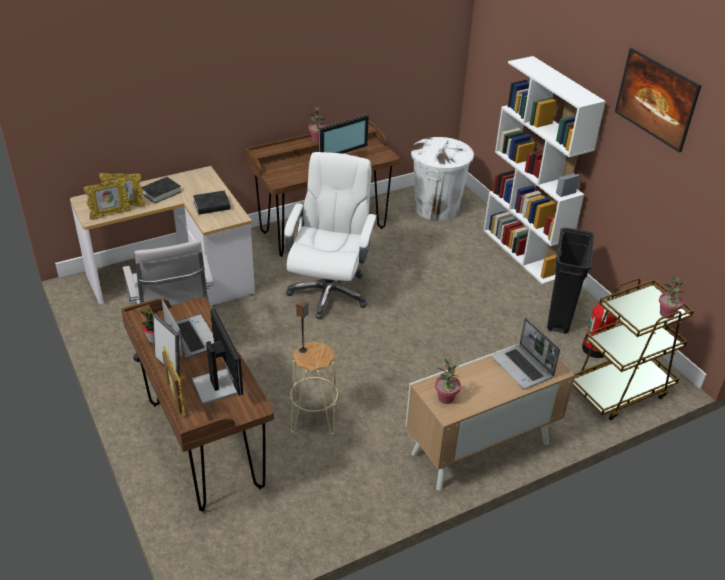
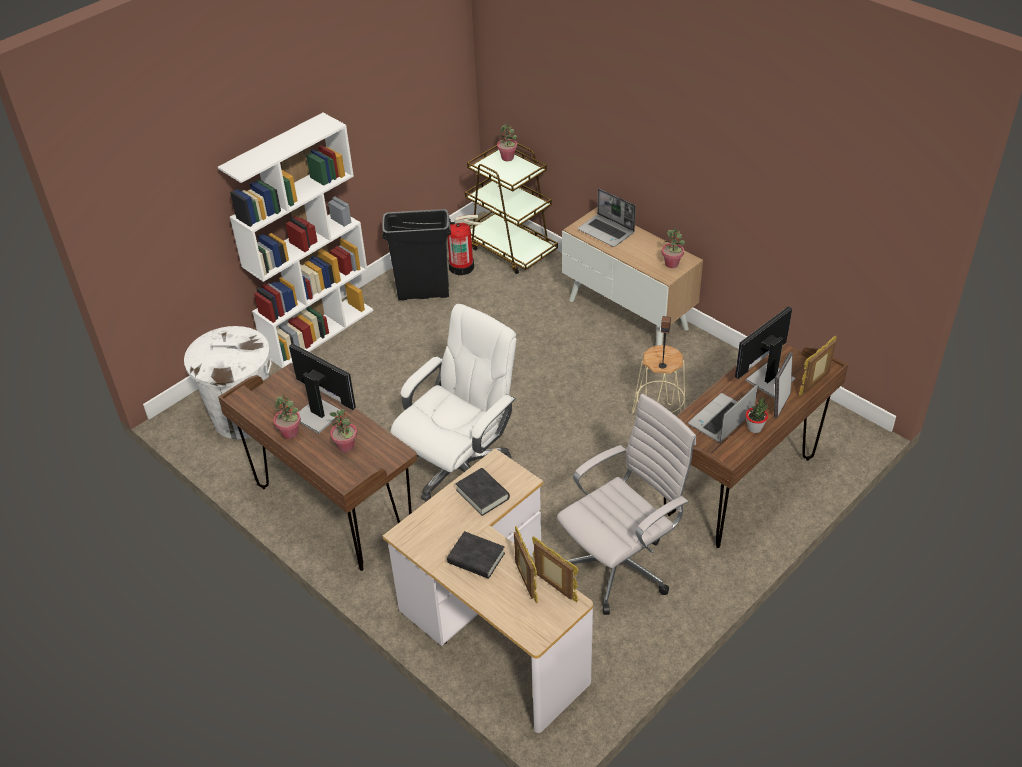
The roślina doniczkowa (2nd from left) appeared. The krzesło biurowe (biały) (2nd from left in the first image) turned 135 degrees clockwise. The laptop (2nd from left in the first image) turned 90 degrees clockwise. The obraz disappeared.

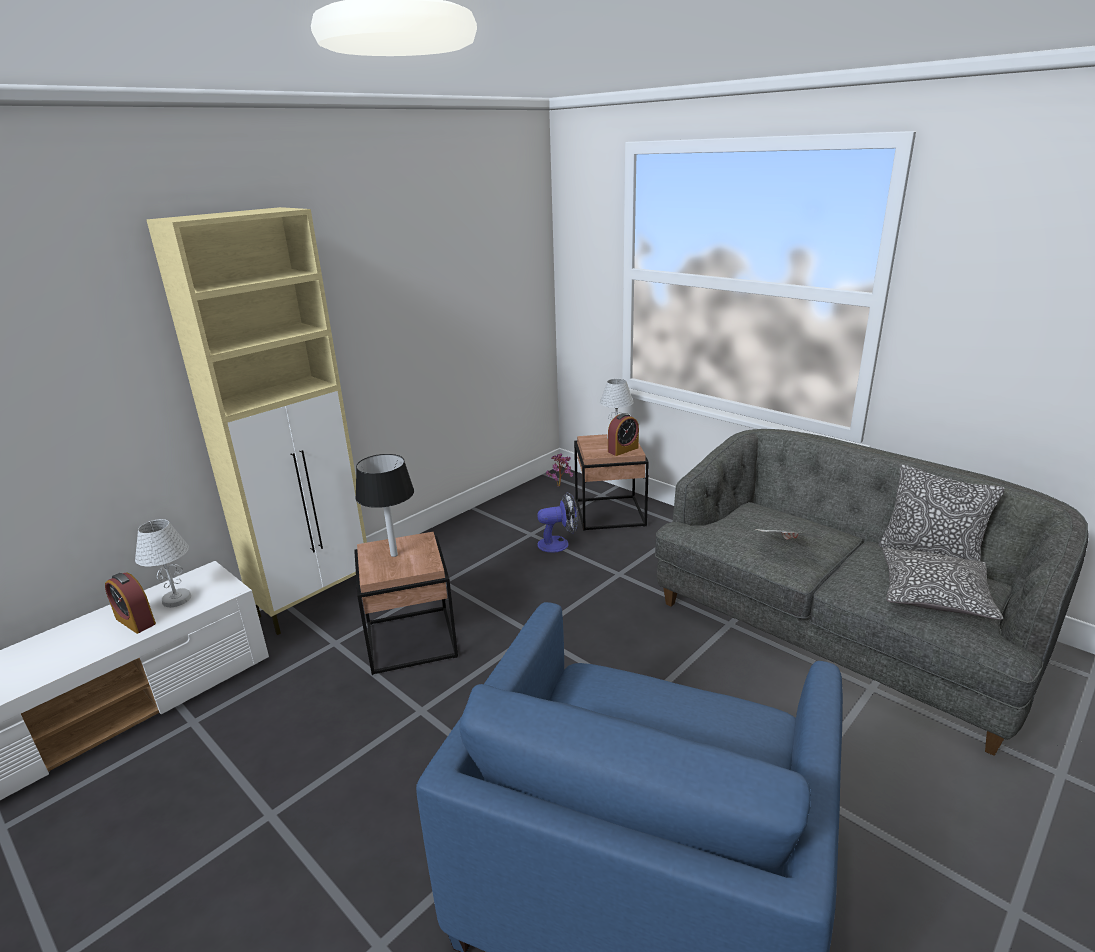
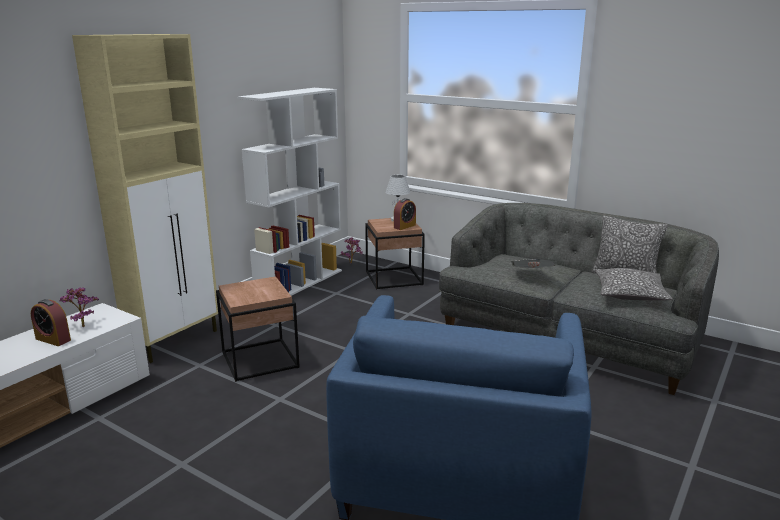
The lampa stołowa (biały) (1st from left) was replaced by the roślina doniczkowa (1st from left). The regał (biały) appeared. The lampa stołowa (czarny) disappeared. The wentylator disappeared.

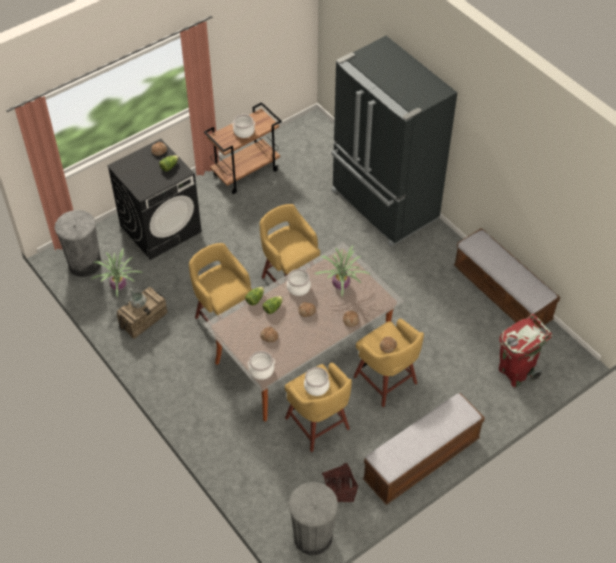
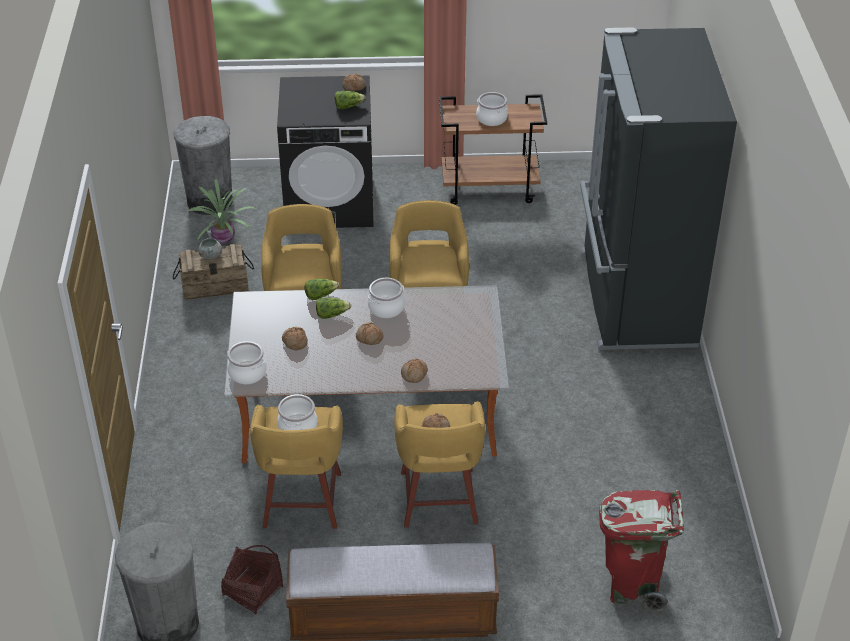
The roślina doniczkowa (2nd from left) disappeared. The ławka (2nd from left) disappeared.

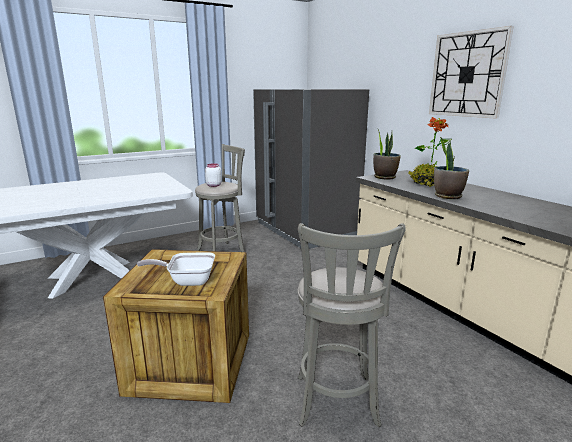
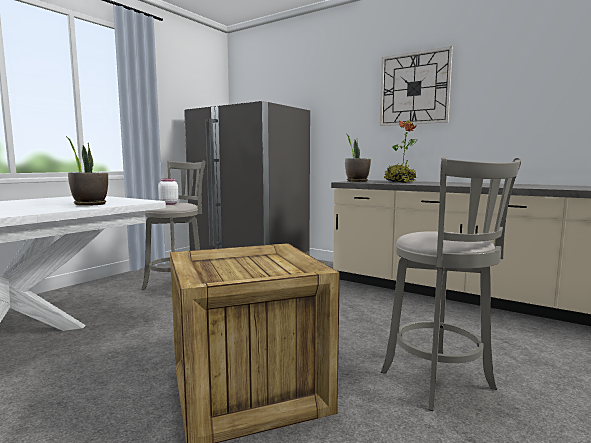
The roślina doniczkowa (3rd from left in the first image) moved. The patelnia disappeared.

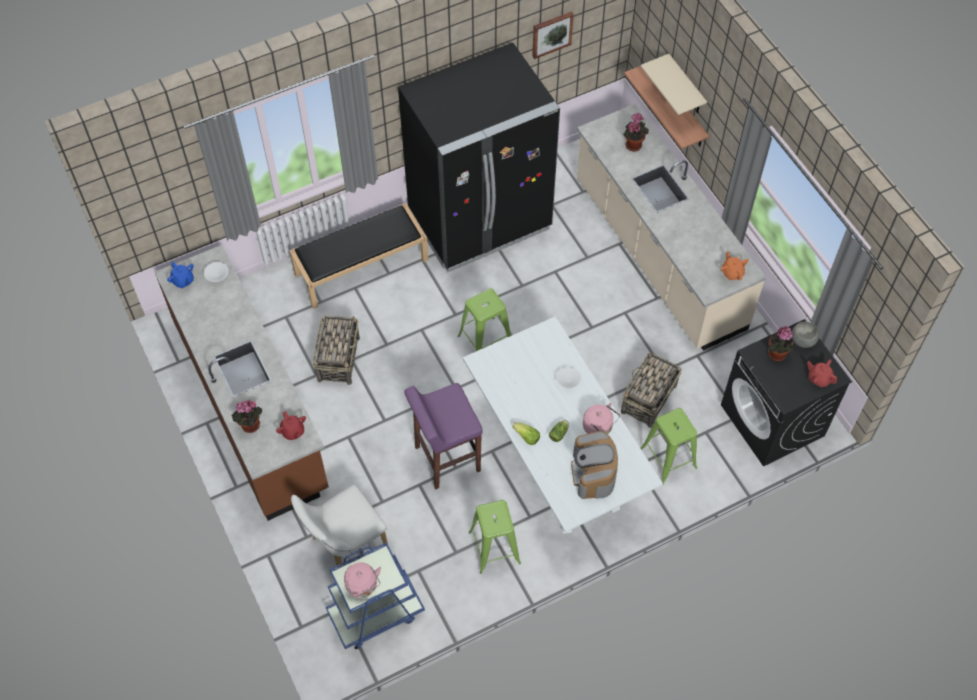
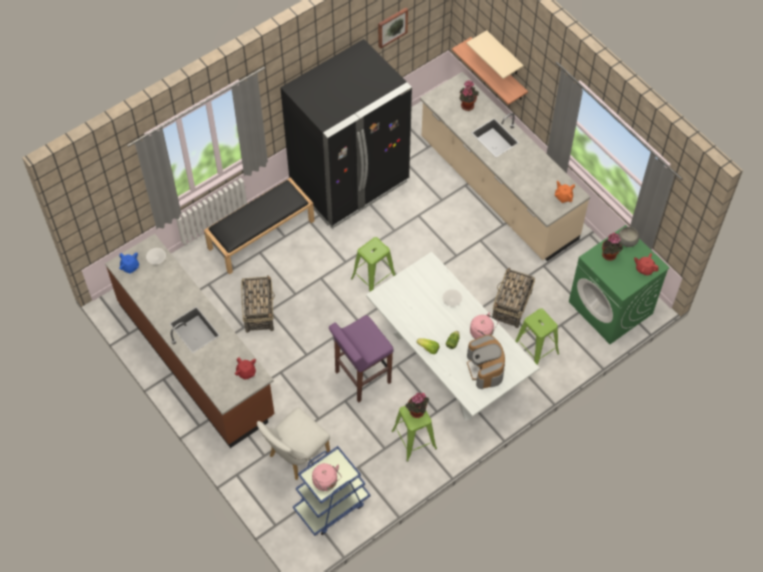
The roślina doniczkowa (1st from left) moved. The pralka (czarny) became the pralka (zielony).

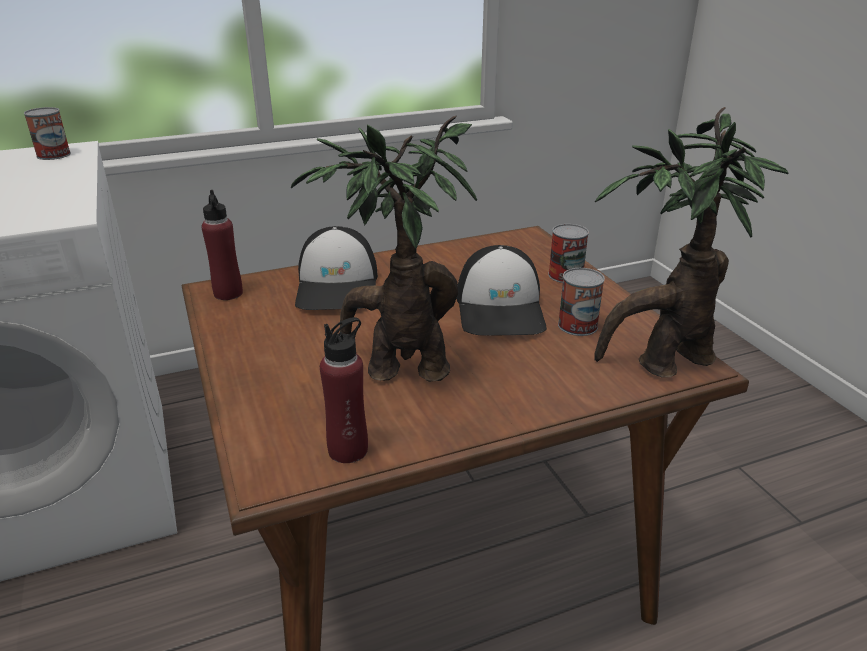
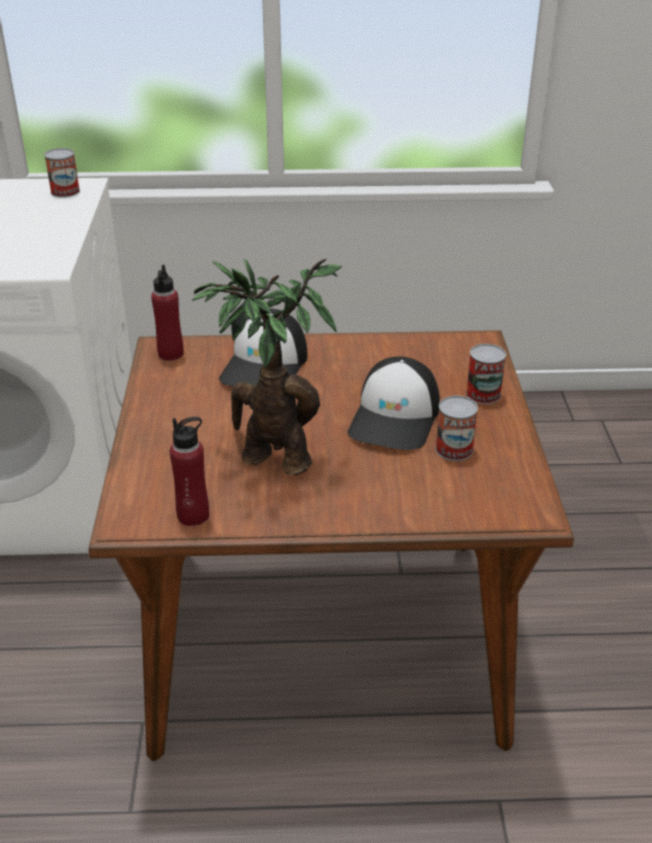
The roślina doniczkowa (2nd from left) disappeared.

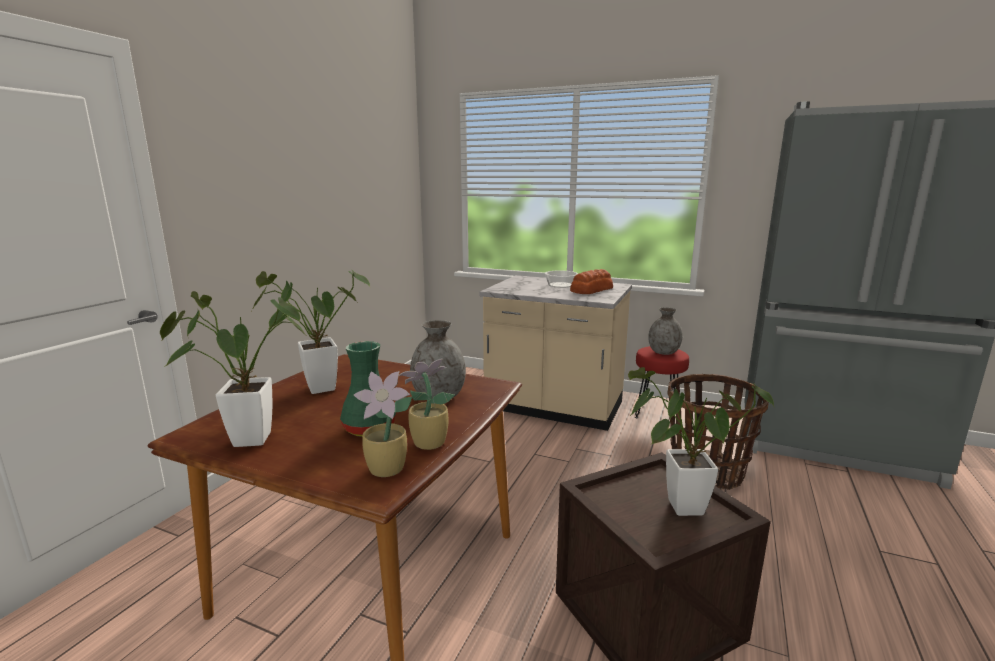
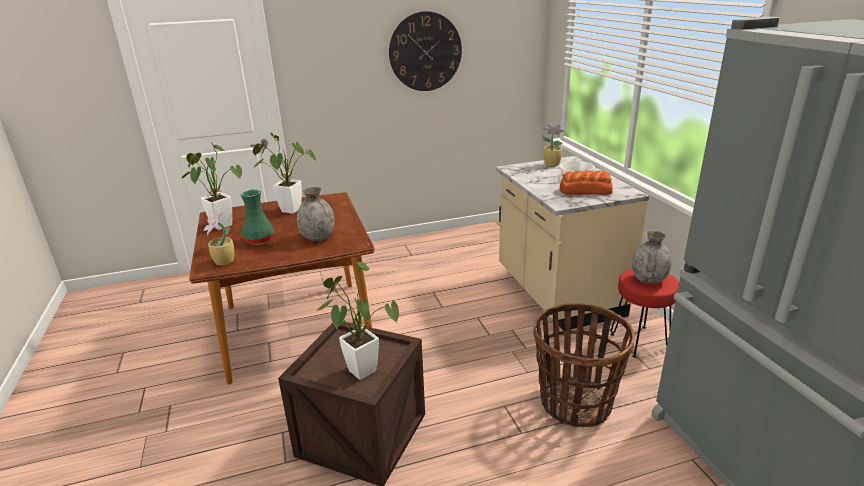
The zegar ścienny appeared. The roślina doniczkowa (4th from left in the first image) moved.

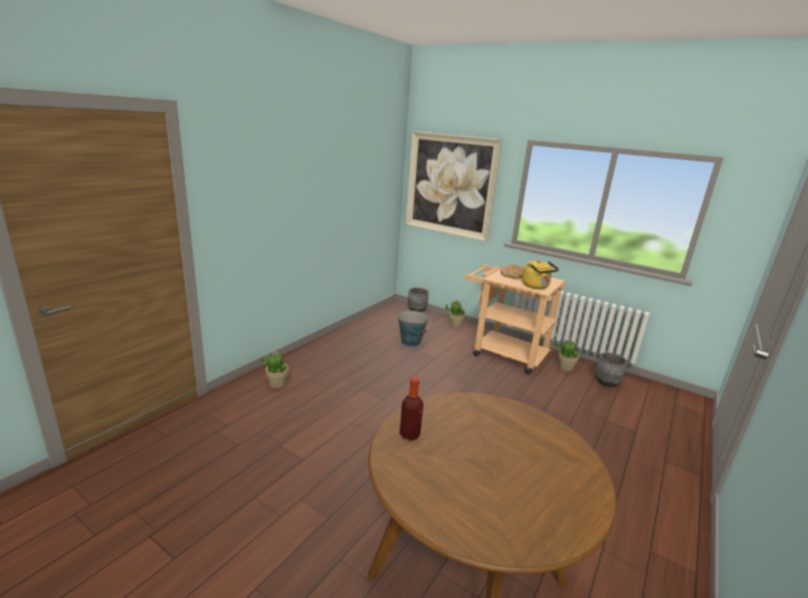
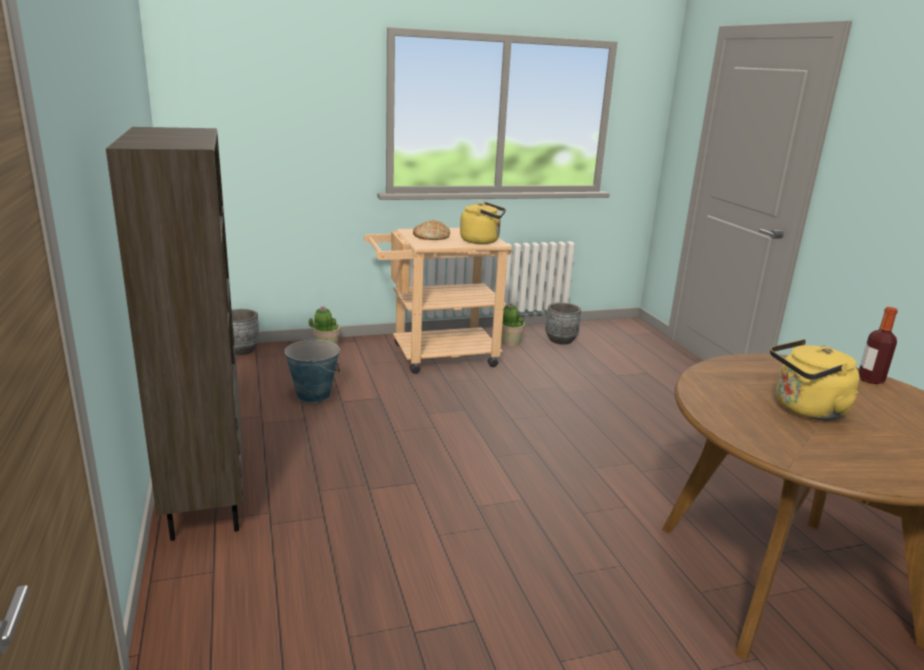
The regał (brązowy) appeared. The czajnik (żółty) (2nd from left) appeared. The butelka moved. The roślina doniczkowa (1st from left) disappeared. The obraz disappeared.

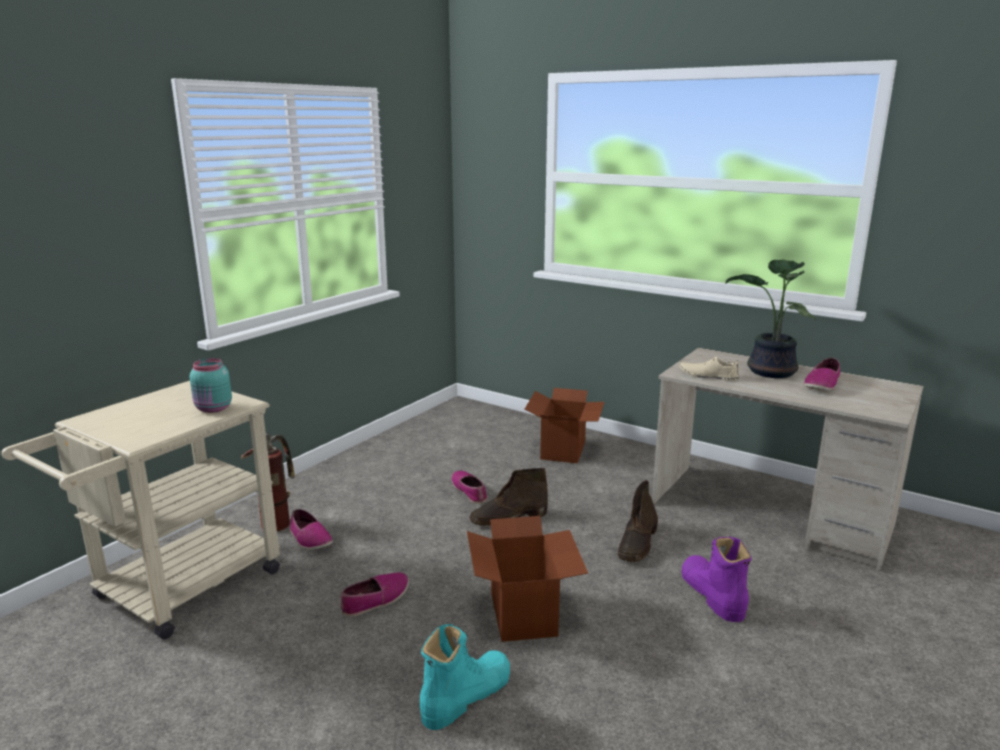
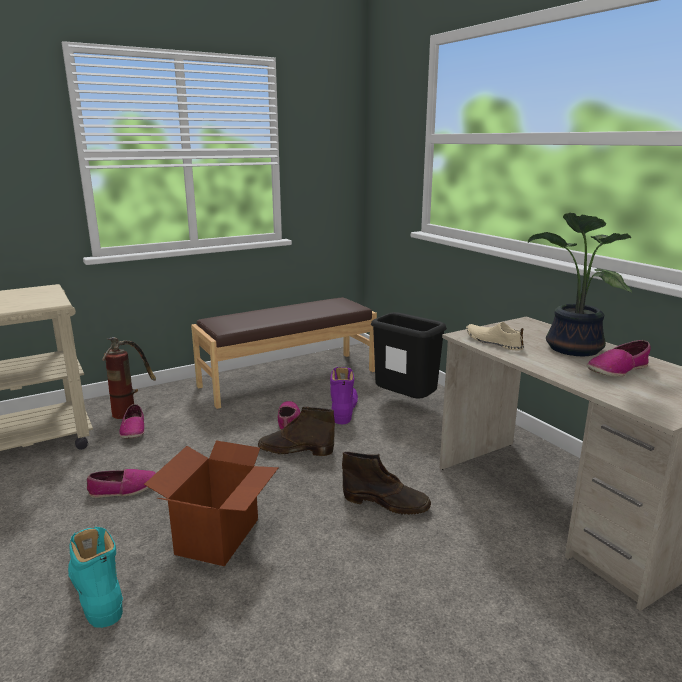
The but z cholewką (turkusowy) turned 105 degrees counterclockwise. The ławka (brązowy) appeared. The but z cholewką (fioletowy) moved. The but z cholewką (brązowy) (2nd from left) turned 120 degrees counterclockwise. The karton (2nd from left) was replaced by the kosz na śmieci (czarny). The słoik (turkusowy) disappeared.

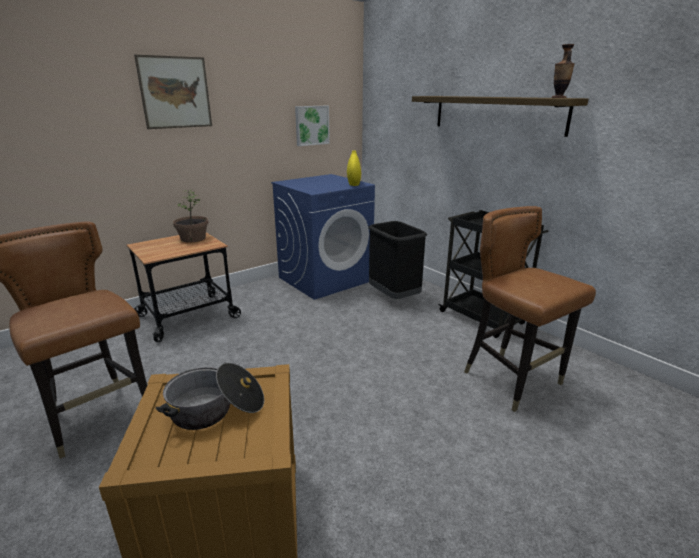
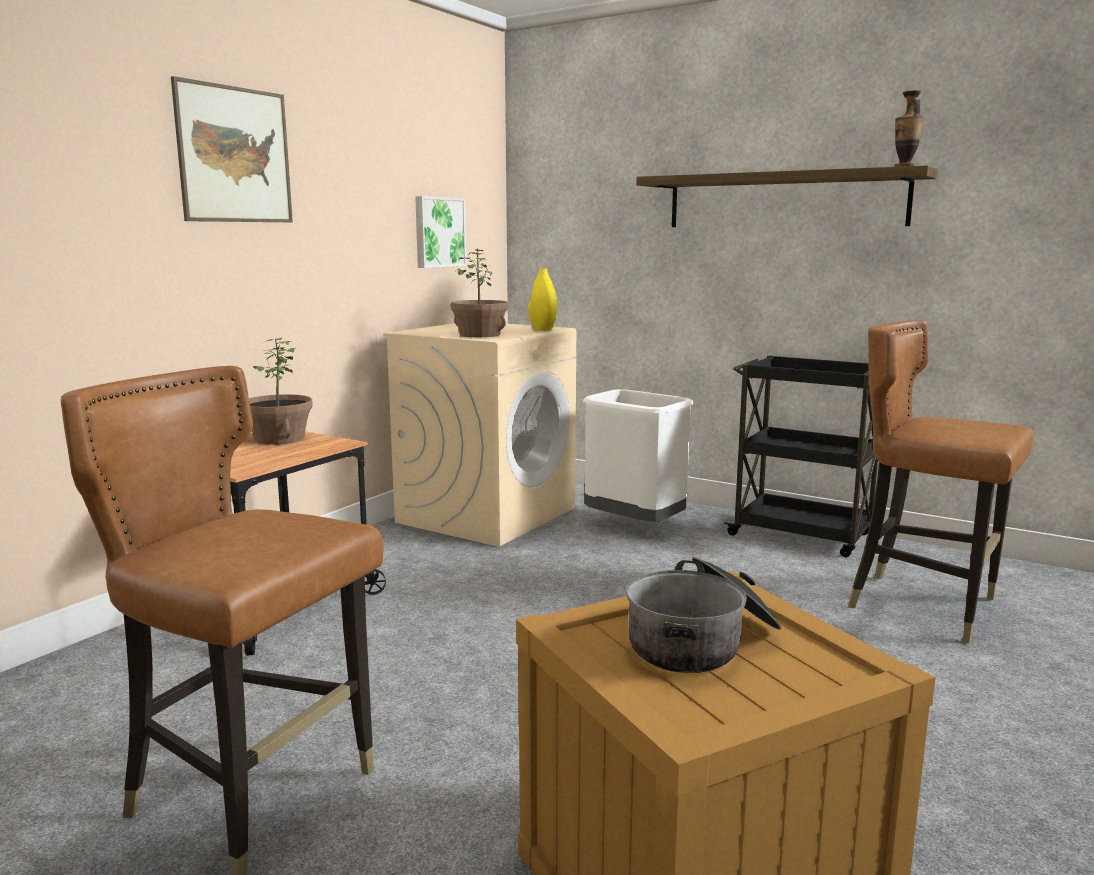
The pralka (niebieski) became the pralka (beżowy). The roślina doniczkowa (2nd from left) appeared. The kosz na śmieci (czarny) became the kosz na śmieci (biały).

